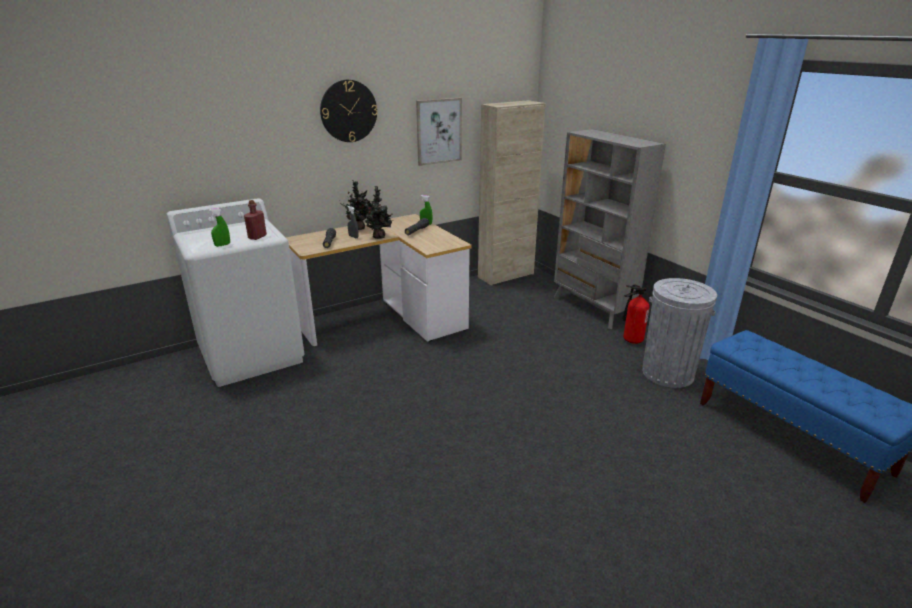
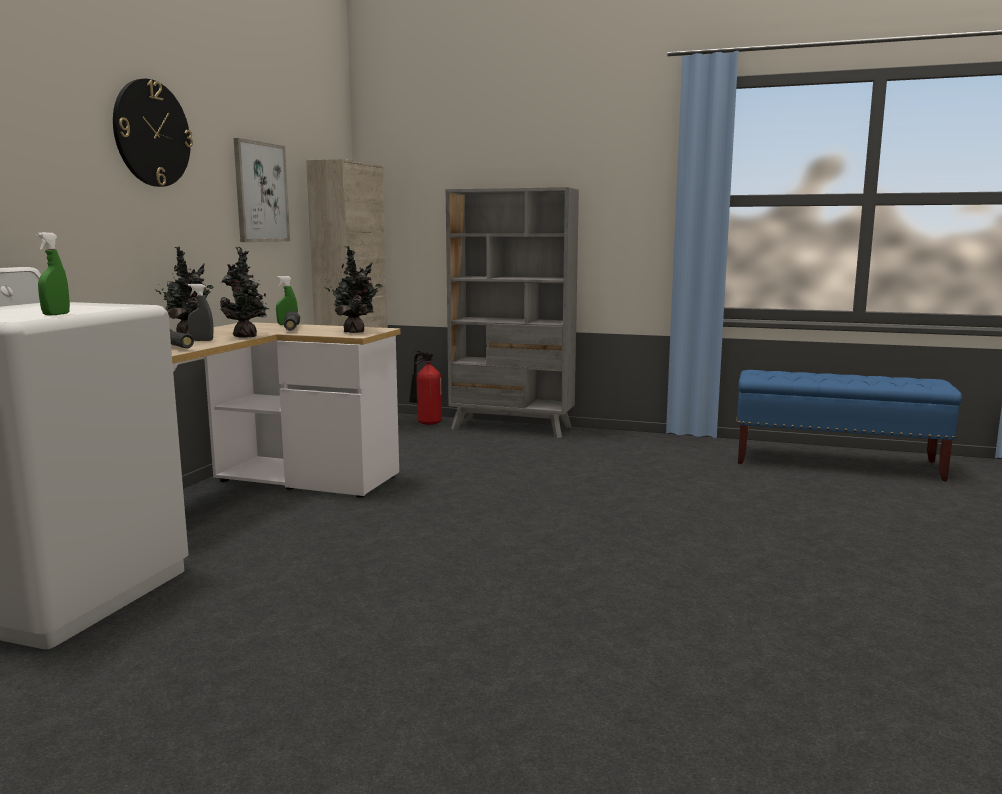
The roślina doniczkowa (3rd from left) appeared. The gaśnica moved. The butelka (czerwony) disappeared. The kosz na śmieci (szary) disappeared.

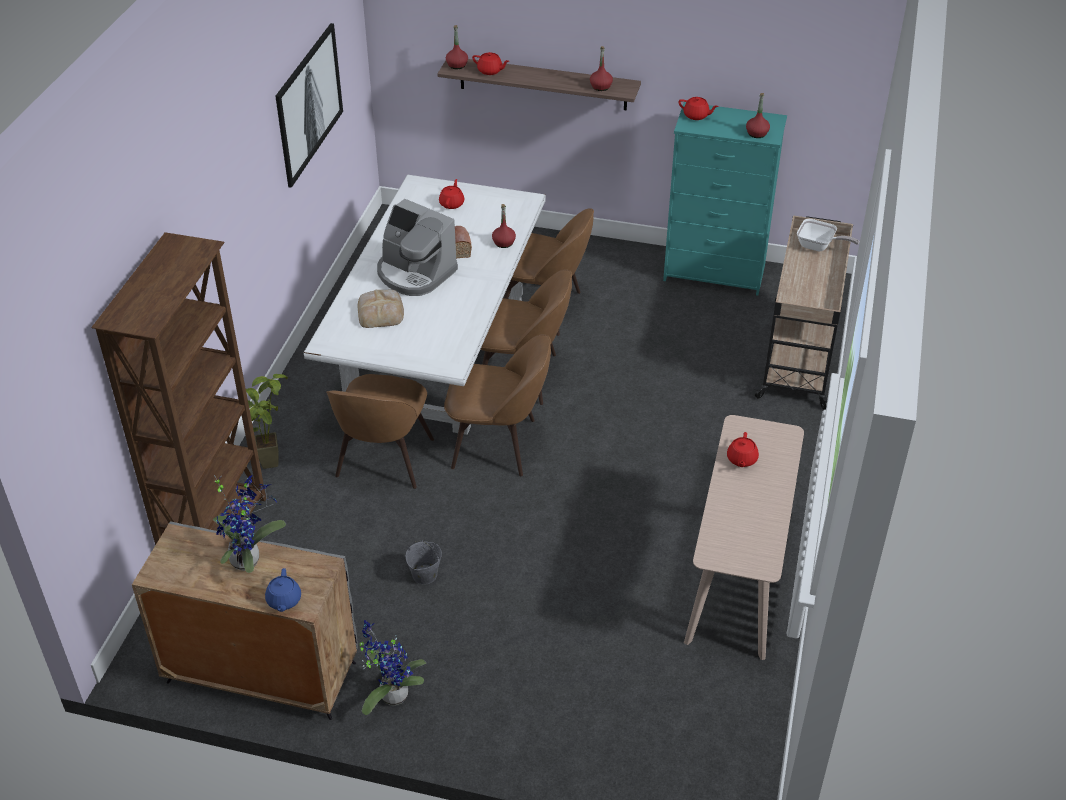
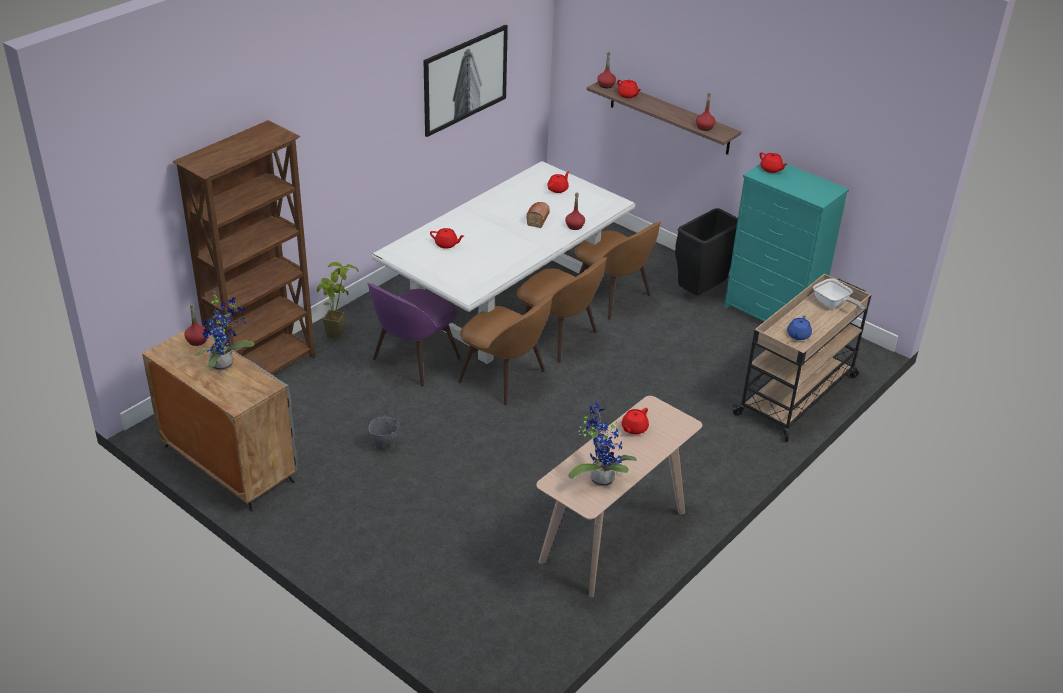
The butelka (czerwony) (4th from left in the first image) moved. The krzesło (brązowy) (1st from left) became the krzesło (fioletowy). The chleb (1st from left) was replaced by the imbryk (czerwony) (1st from left). The roślina doniczkowa (3rd from left) moved. The kosz na śmieci (czarny) appeared. The imbryk (niebieski) moved. The ekspres do kawy disappeared.

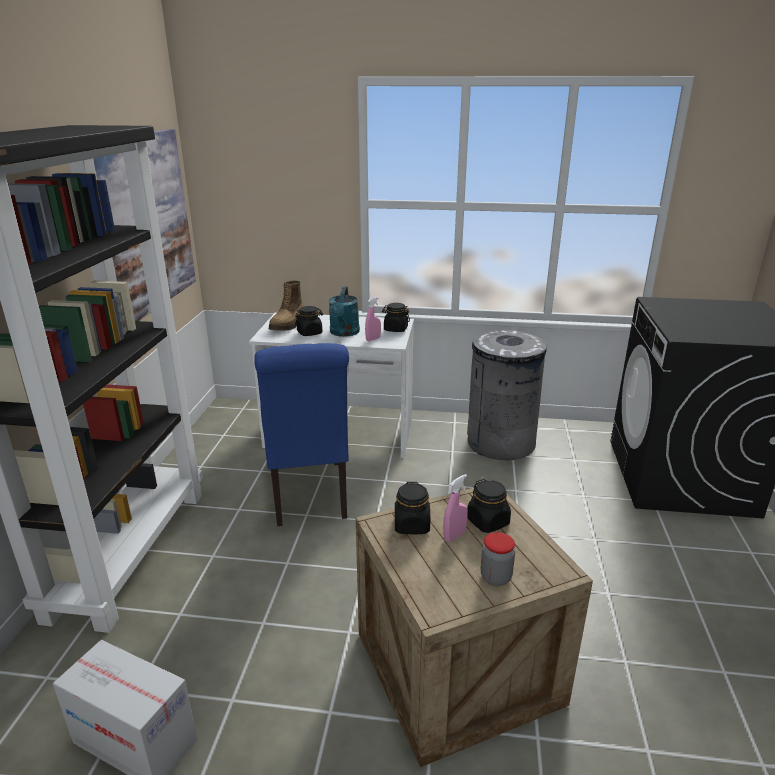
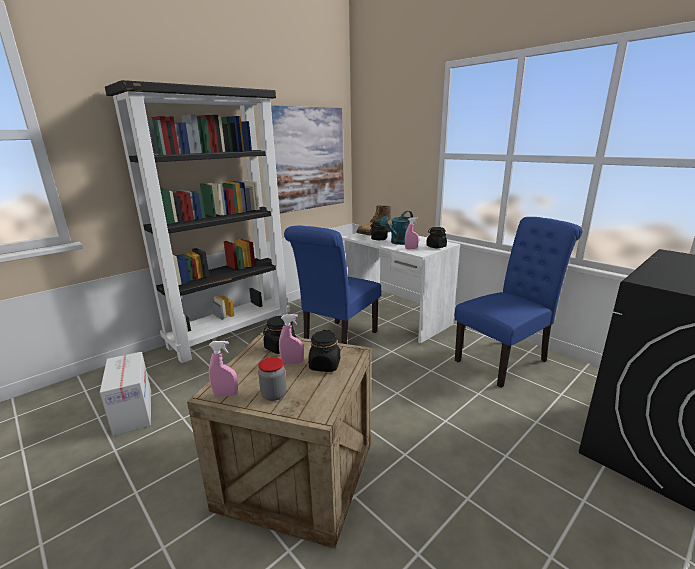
The spryskiwacz (różowy) (1st from left) appeared. The kosz na śmieci (szary) was replaced by the krzesło (niebieski) (2nd from left).

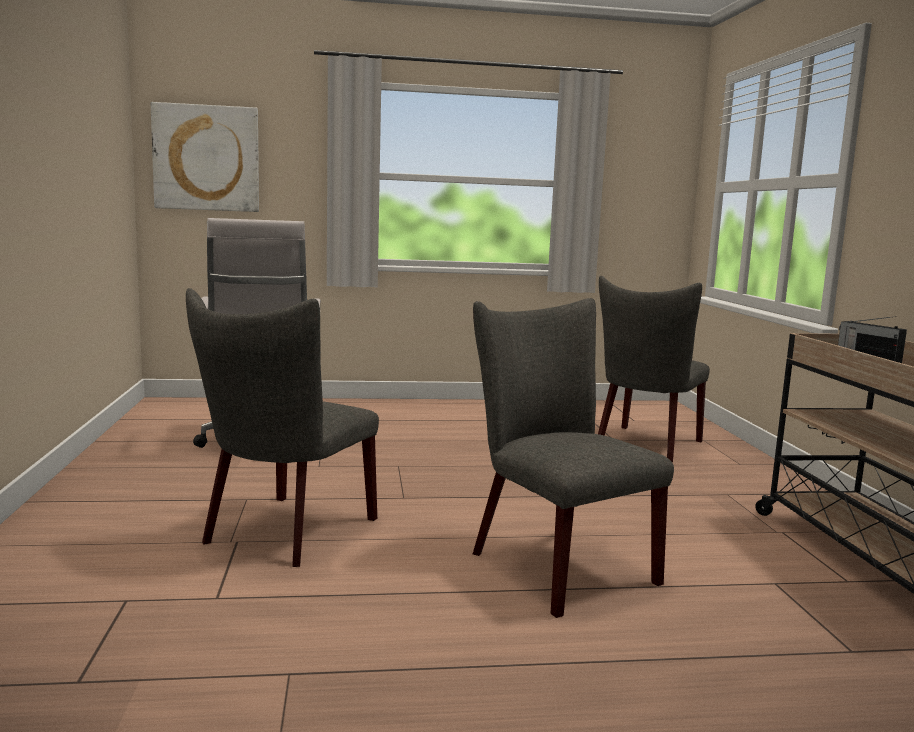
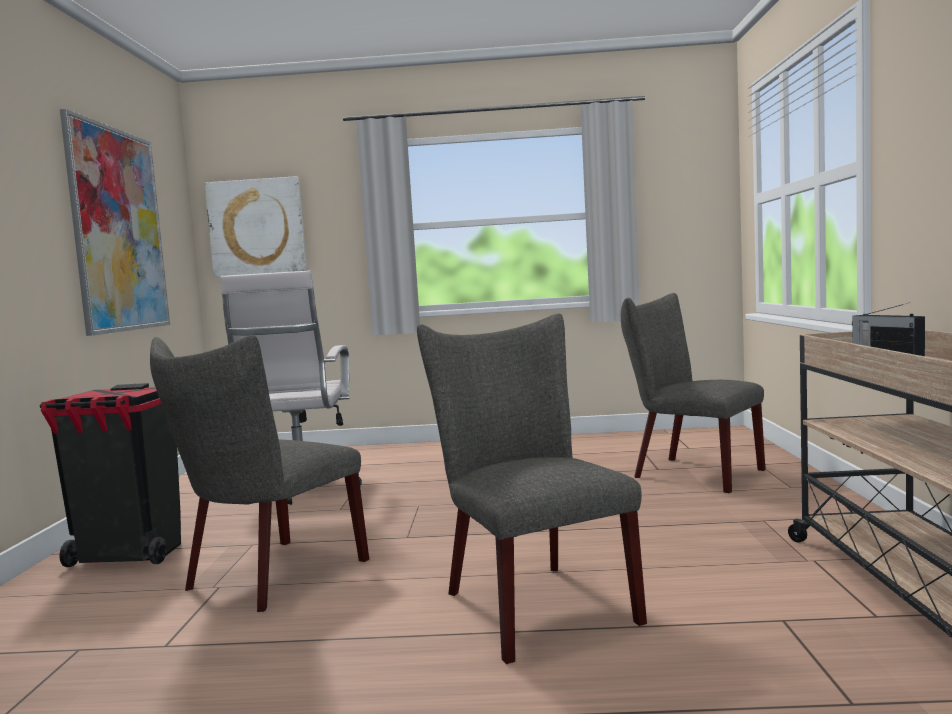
The kosz na śmieci (czarny) appeared. The obraz (1st from left) appeared. The krzesło (szary) (3rd from left) turned 90 degrees clockwise.

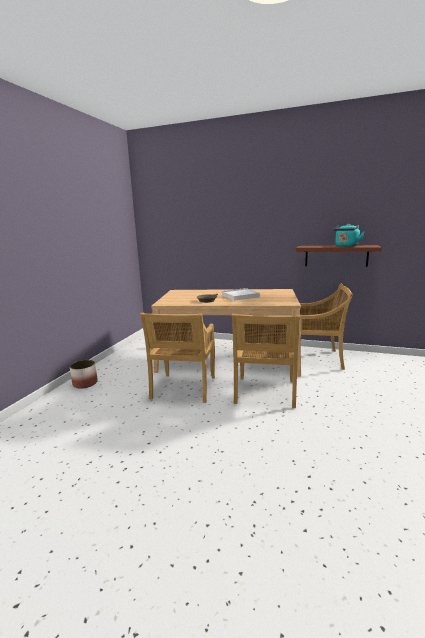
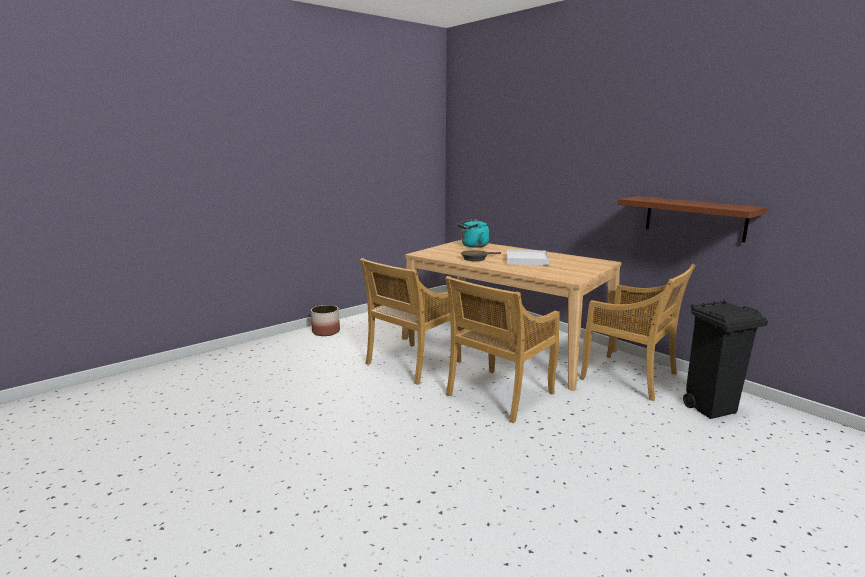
The czajnik (turkusowy) moved. The kosz na śmieci (czarny) appeared.

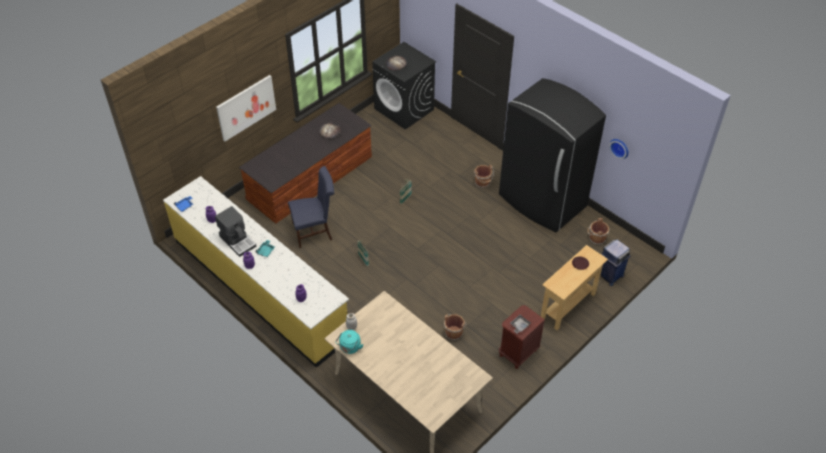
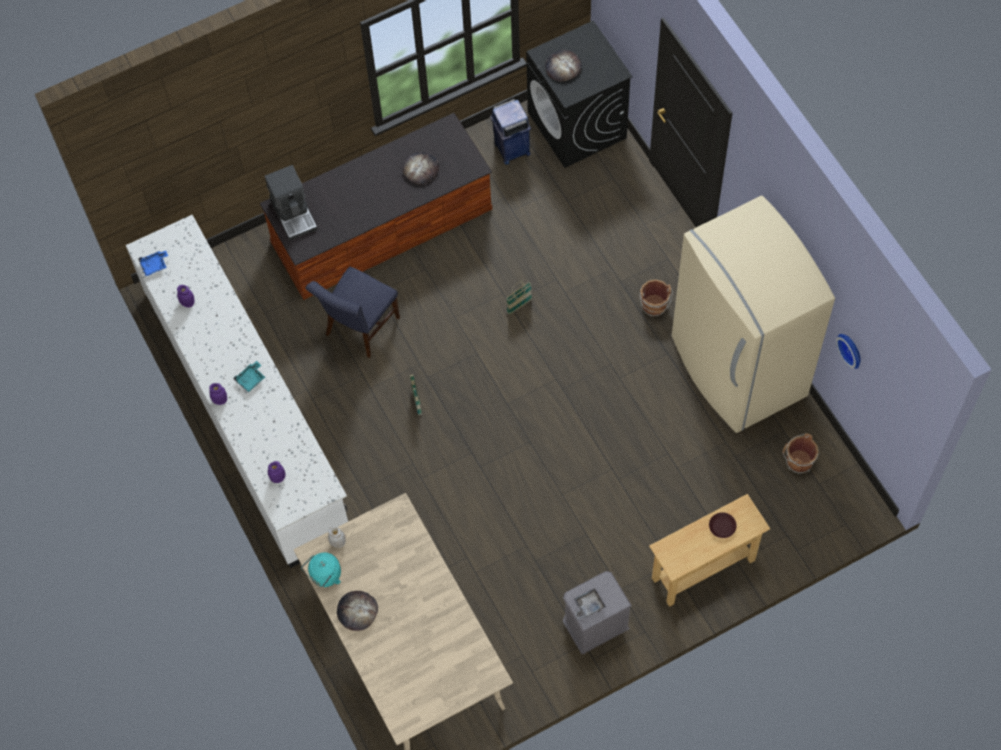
The zabudowa kuchenna (żółty) became the zabudowa kuchenna (biały). The ekspres do kawy moved. The krzesło (niebieski) turned 120 degrees clockwise. The chleb (1st from left) appeared. The kosz na śmieci (niebieski) moved. The szafka nocna (brązowy) became the szafka nocna (szary). The lodówka (czarny) became the lodówka (beżowy). The obraz disappeared. The wiadro (brązowy) (1st from left) disappeared.

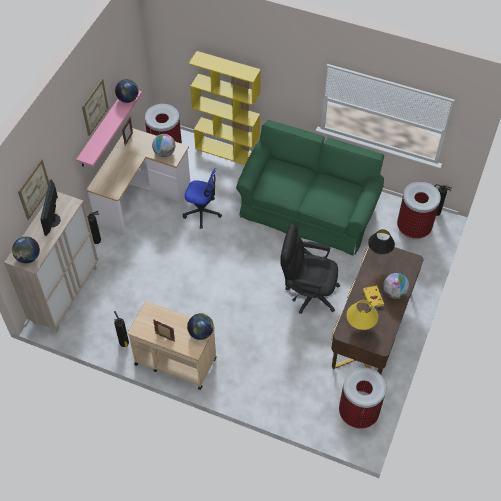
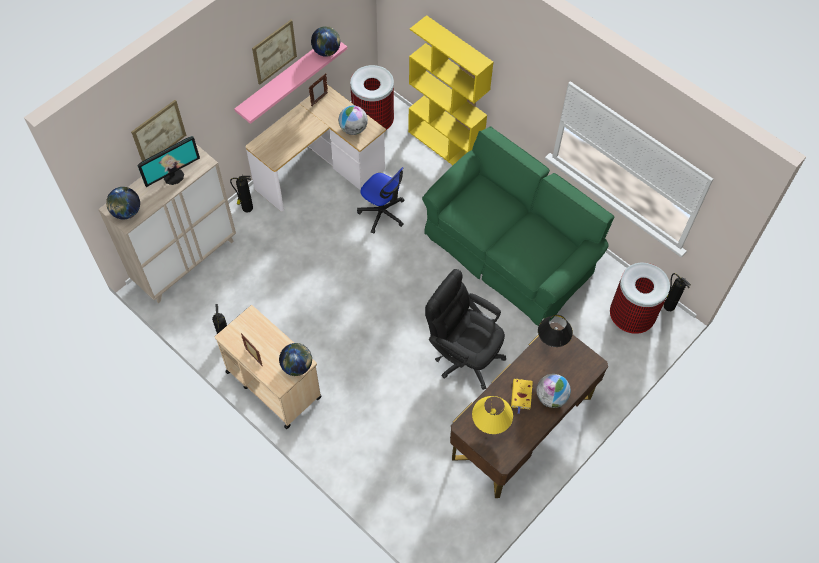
The monitor turned 150 degrees counterclockwise. The kosz na śmieci (2nd from left) disappeared.

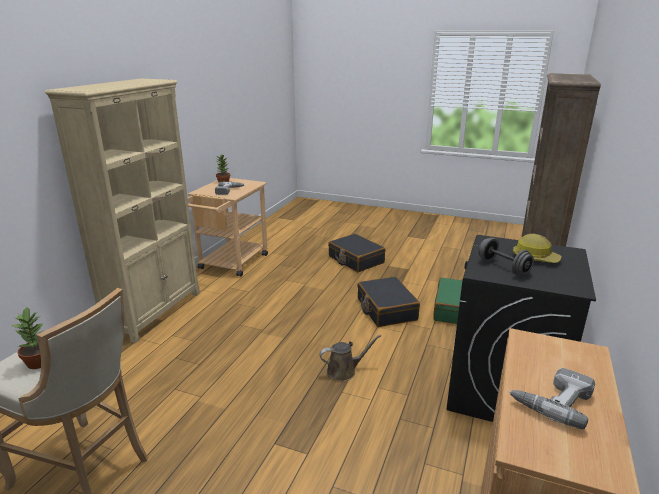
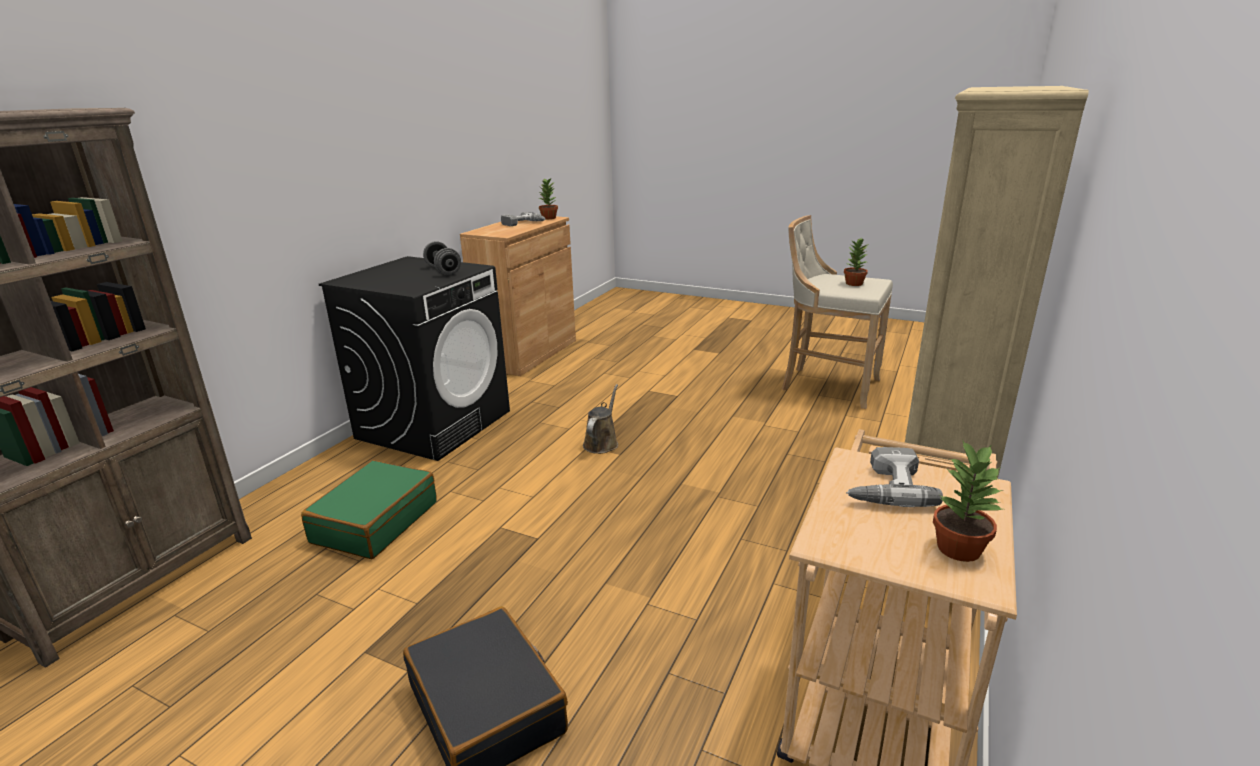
The roślina doniczkowa (1st from left) appeared. The konewka (brązowy) turned 120 degrees clockwise. The walizka (czarny) (2nd from left) disappeared. The kask disappeared.

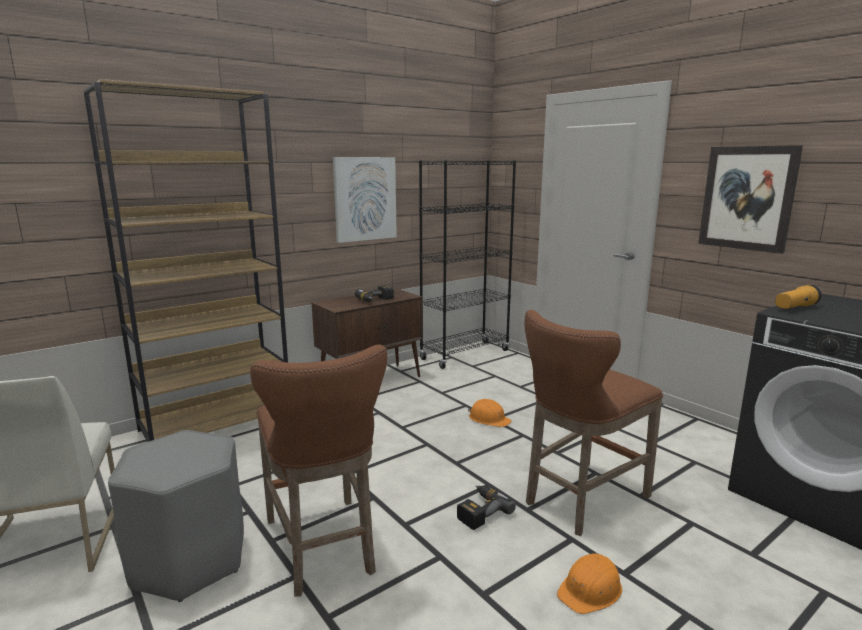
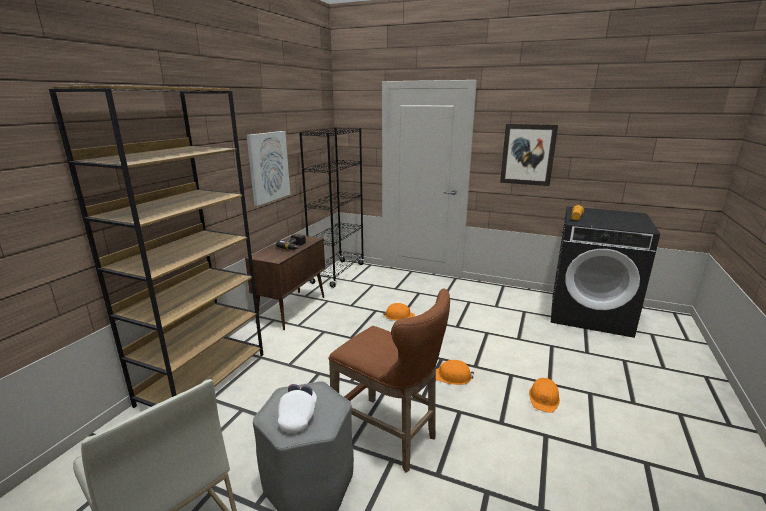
The czapka z daszkiem (biały) appeared. The wiertarka (2nd from left) was replaced by the kask (pomarańczowy) (2nd from left). The stołek (brązowy) (2nd from left) disappeared.

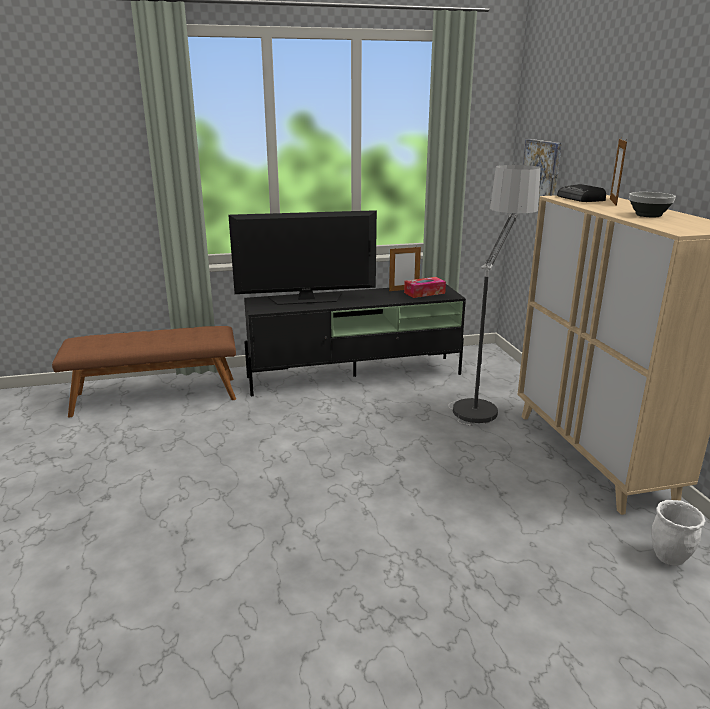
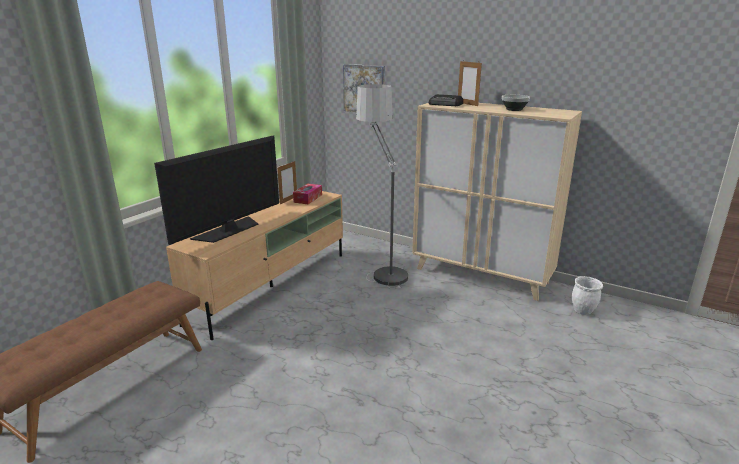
The szafka pod telewizor (czarny) became the szafka pod telewizor (beżowy).

